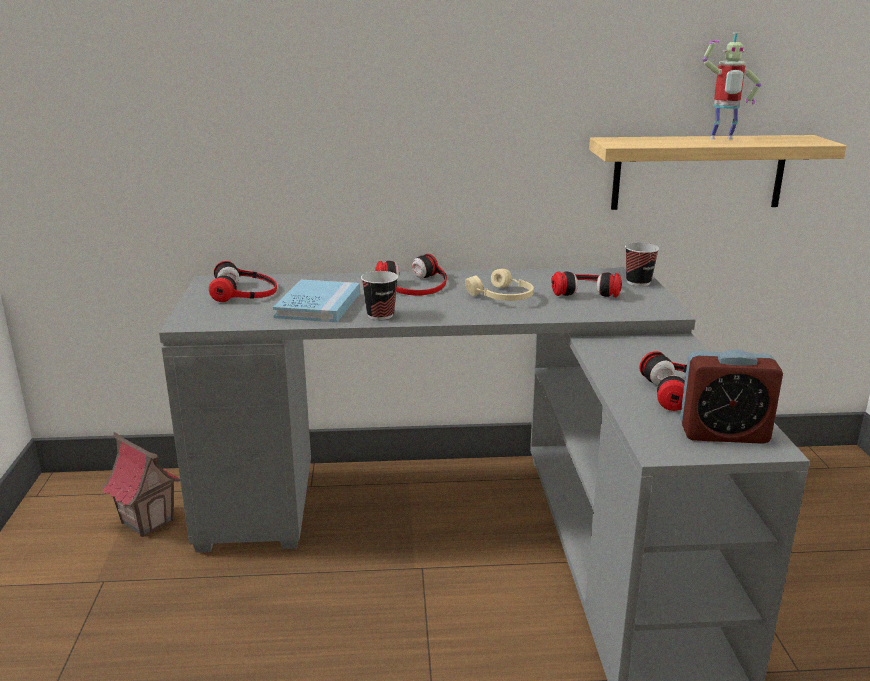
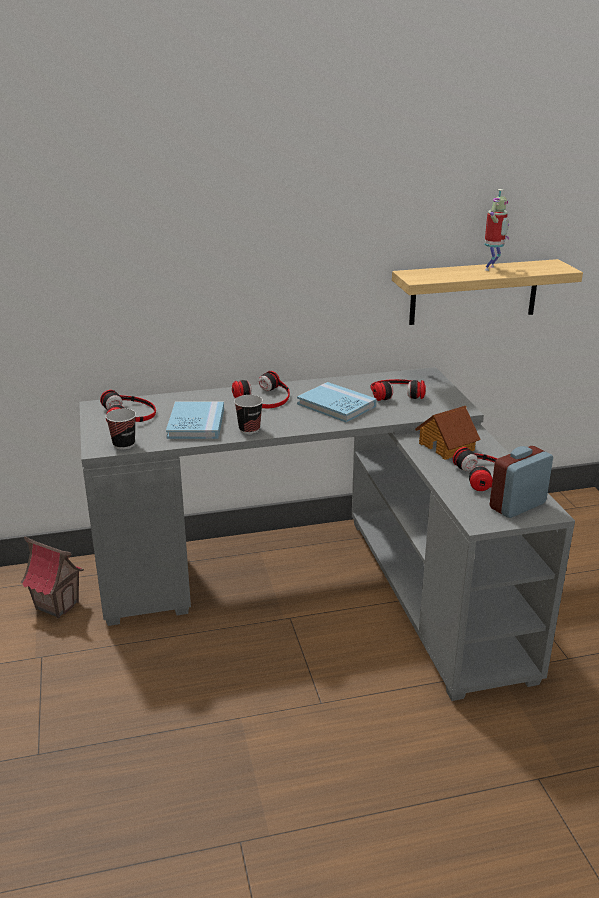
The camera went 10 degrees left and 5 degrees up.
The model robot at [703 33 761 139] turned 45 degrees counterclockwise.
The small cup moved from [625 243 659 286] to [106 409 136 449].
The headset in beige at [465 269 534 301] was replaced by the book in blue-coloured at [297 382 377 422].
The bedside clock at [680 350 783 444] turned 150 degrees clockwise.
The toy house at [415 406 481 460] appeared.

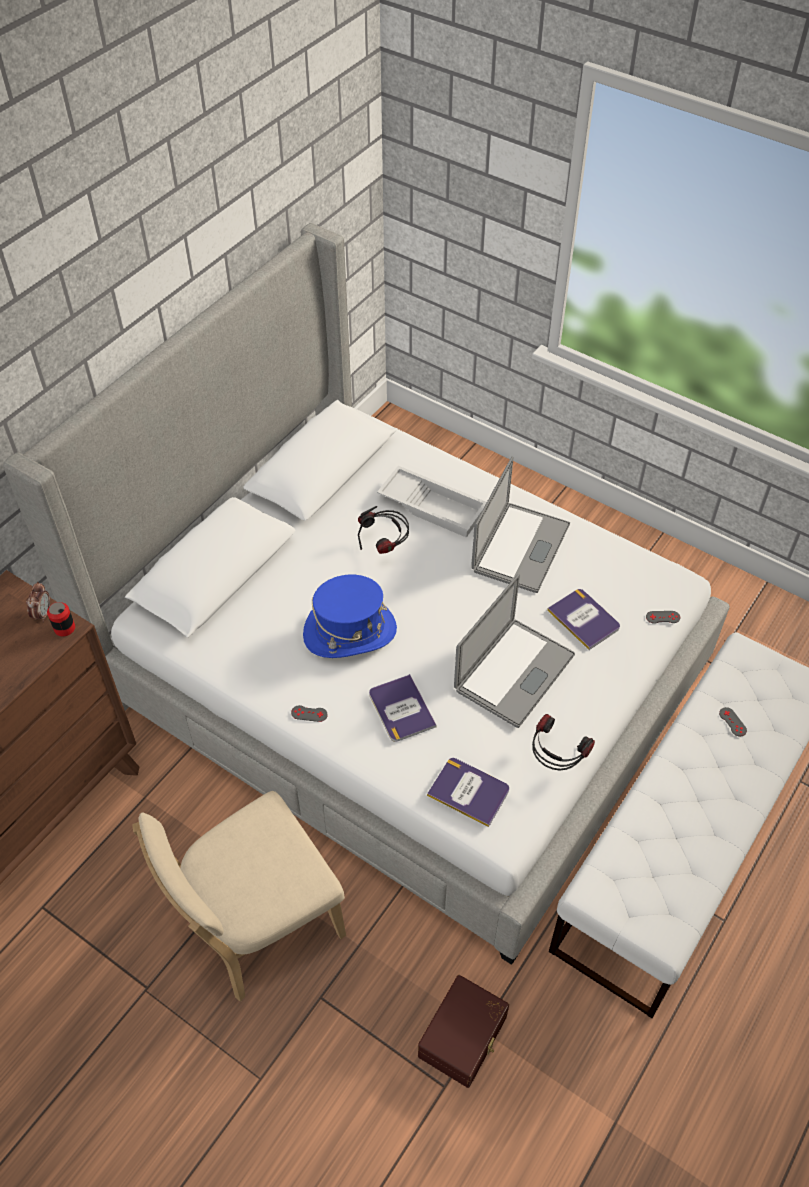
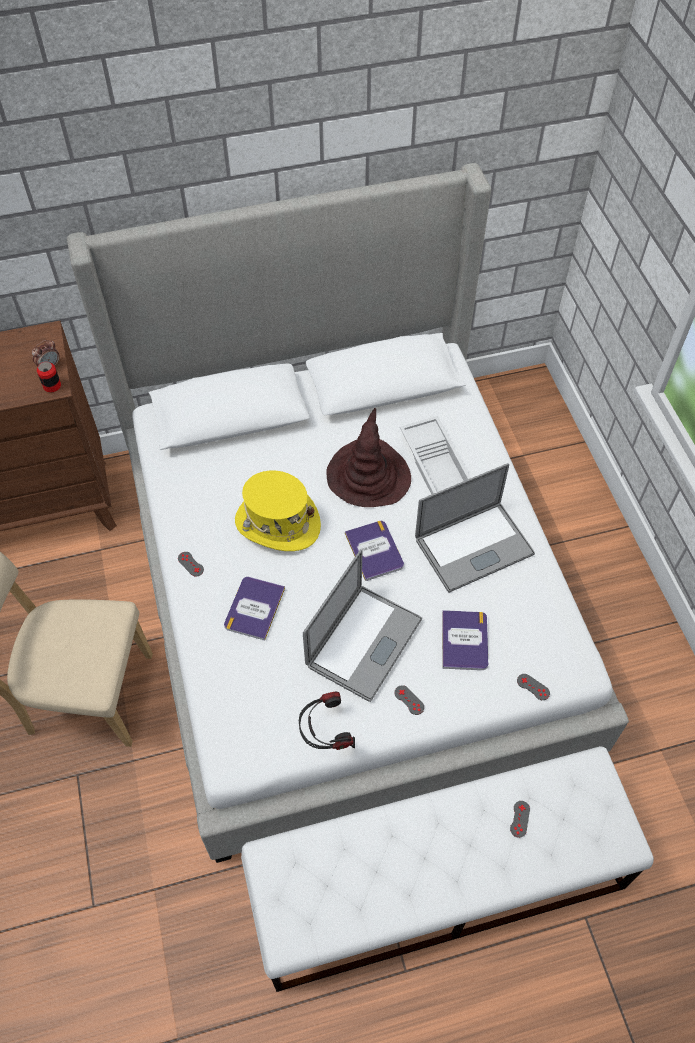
The camera went 40 degrees right and 5 degrees up.
The headset at [358 506 409 554] was replaced by the clothing hat in brown-coloured at [326 408 411 507].
The clothing hat in blue-coloured at [303 574 397 658] became the clothing hat in yellowish at [235 471 321 551].
The portable computer at [454 574 575 728] turned 45 degrees counterclockwise.
The book moved from [427 758 509 827] to [345 521 404 581].
The storage bin in brown-coloured at [418 975 509 1088] disappeared.
The game controller in gray at [394 685 424 715] appeared.

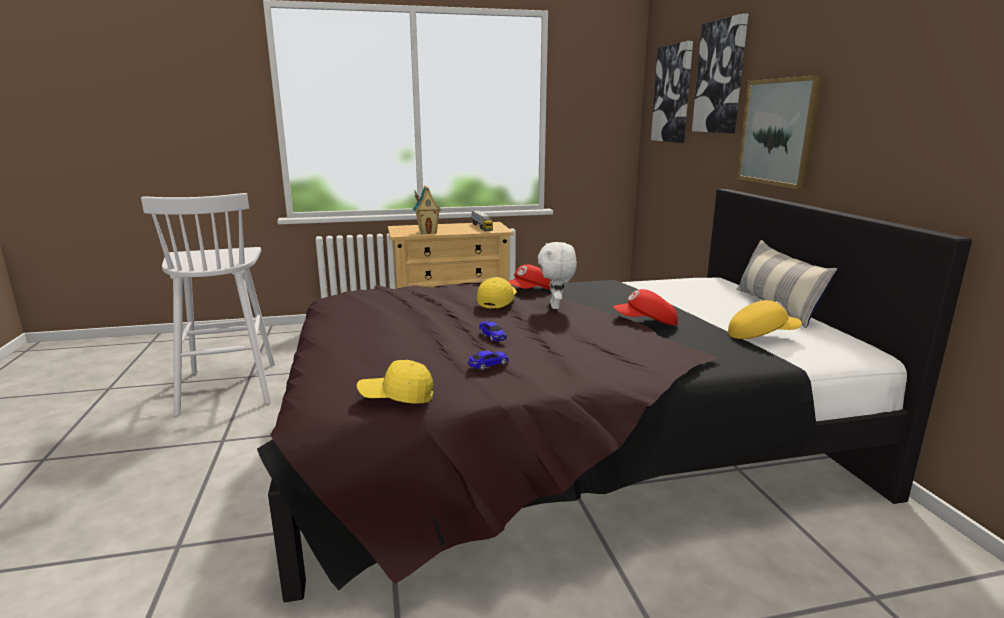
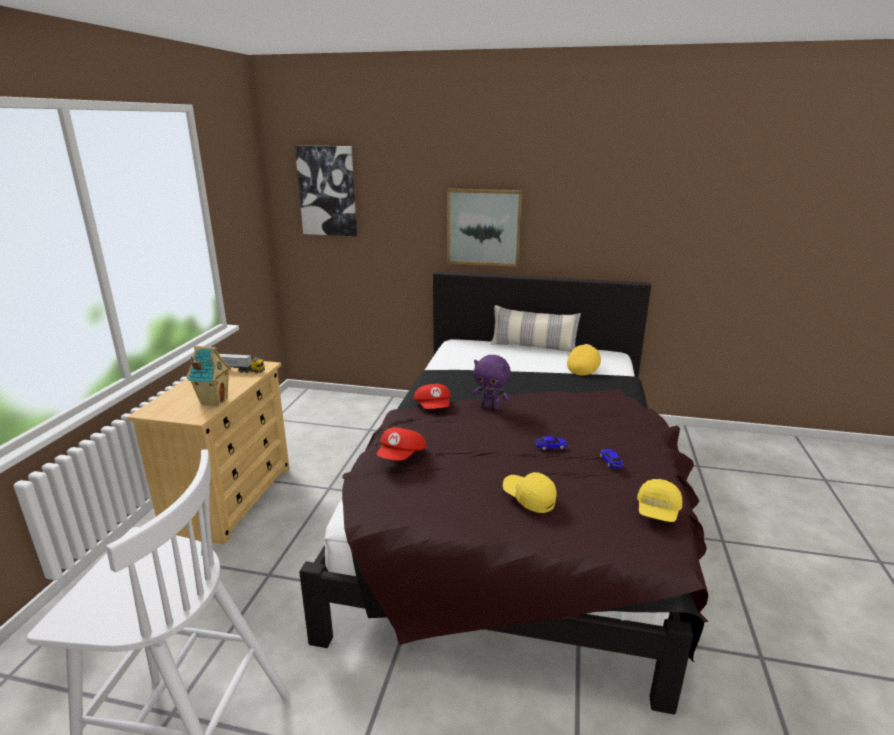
The camera went 65 degrees left and 5 degrees up.
The wall picture at [692 13 748 133] disappeared.
The cuddly toy in whitish at [538 242 577 309] became the cuddly toy in purple at [473 355 510 410].
The baseball cap in yellowish moved from [477 277 517 309] to [503 472 557 513].
The baseball cap in reddish moved from [614 289 678 326] to [377 427 426 461].

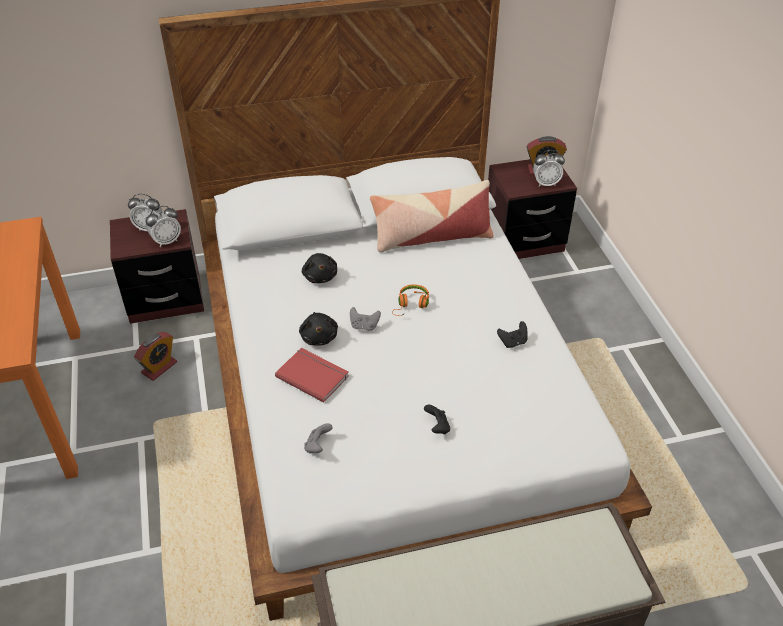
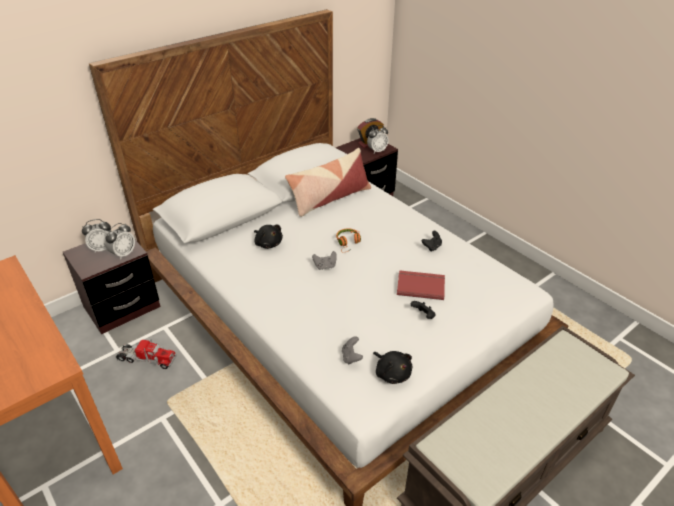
The camera went 25 degrees left and 5 degrees down.
The cuddly toy in blackish moved from [299 312 338 346] to [373 351 412 384].
The bedside clock at [134 332 177 381] was replaced by the toy lorry at [116 338 177 369].
The book in reddish moved from [275 348 349 403] to [397 270 445 300].

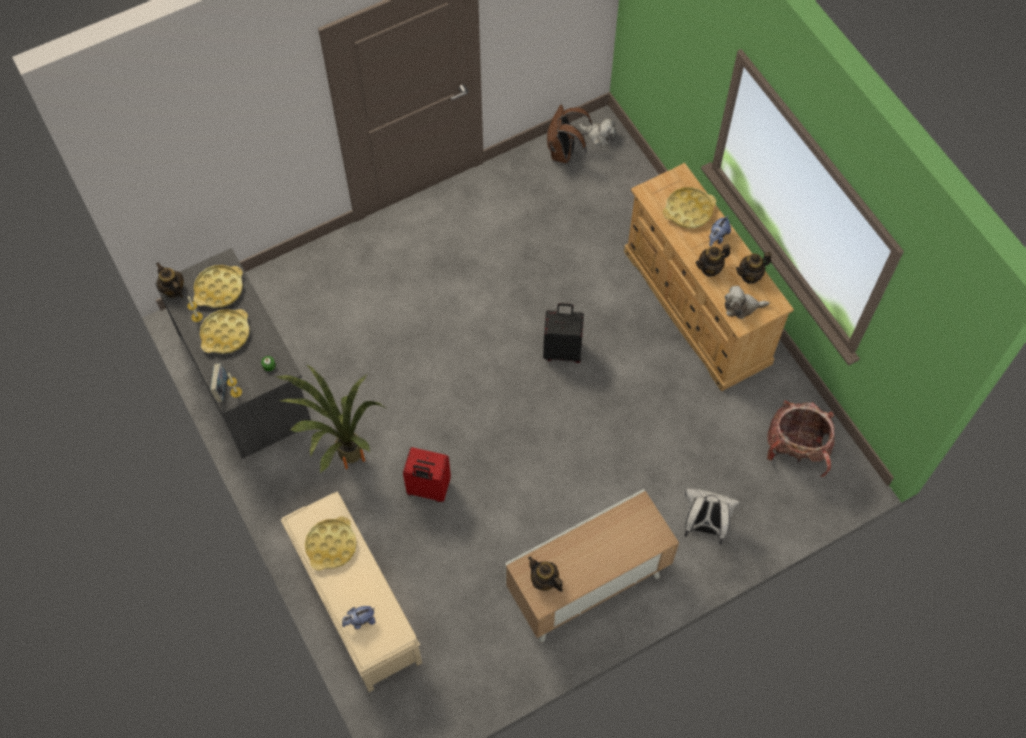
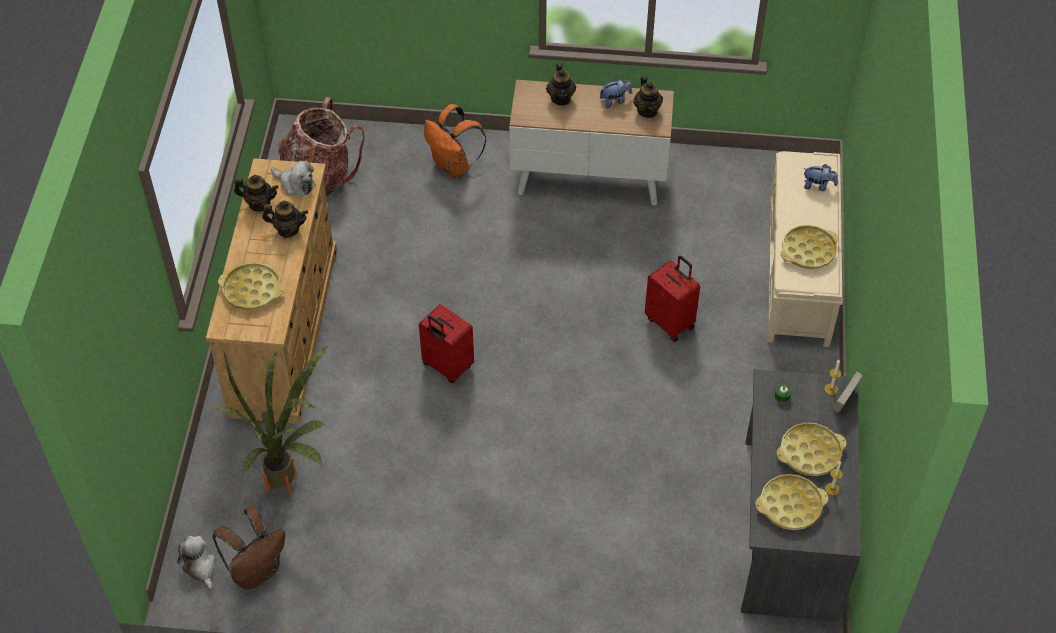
The camera went 145 degrees left and 10 degrees down.
The cuddly toy moved from [709 216 731 247] to [600 77 632 108].
The pot for tea moved from [156 262 184 298] to [546 63 576 105].
The suitcase in blackish at [543 303 584 363] became the suitcase in reddish at [419 304 474 383].
The houseplant moved from [276 364 386 473] to [213 346 328 495].
The knapsack in whitish at [685 489 740 544] became the knapsack in orange-coloured at [424 104 486 178].

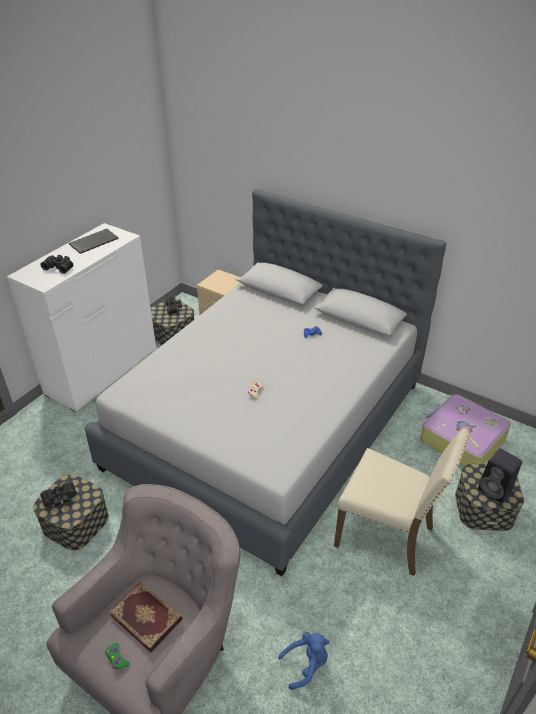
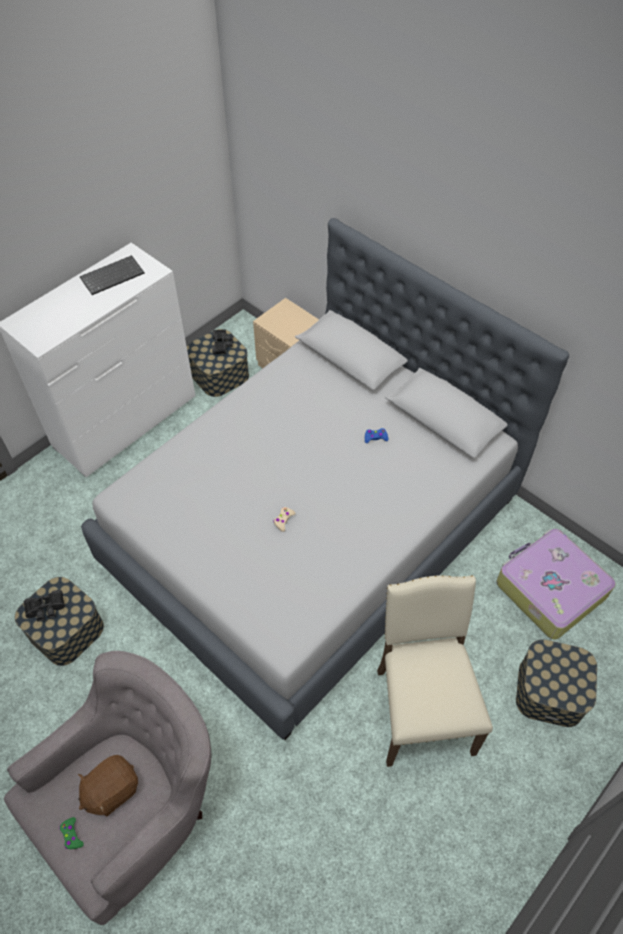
The camera went 10 degrees right and 15 degrees up.
The pair of binoculars in blackish at [40 255 73 274] disappeared.
The upright chair in beige at [334 428 470 576] turned 135 degrees counterclockwise.
The loudspeaker in blackish at [478 449 522 503] disappeared.
The book at [109 582 182 653] was replaced by the cuddly toy in brown-coloured at [78 755 138 817].
The cuddly toy in blue-coloured at [278 632 330 690] disappeared.

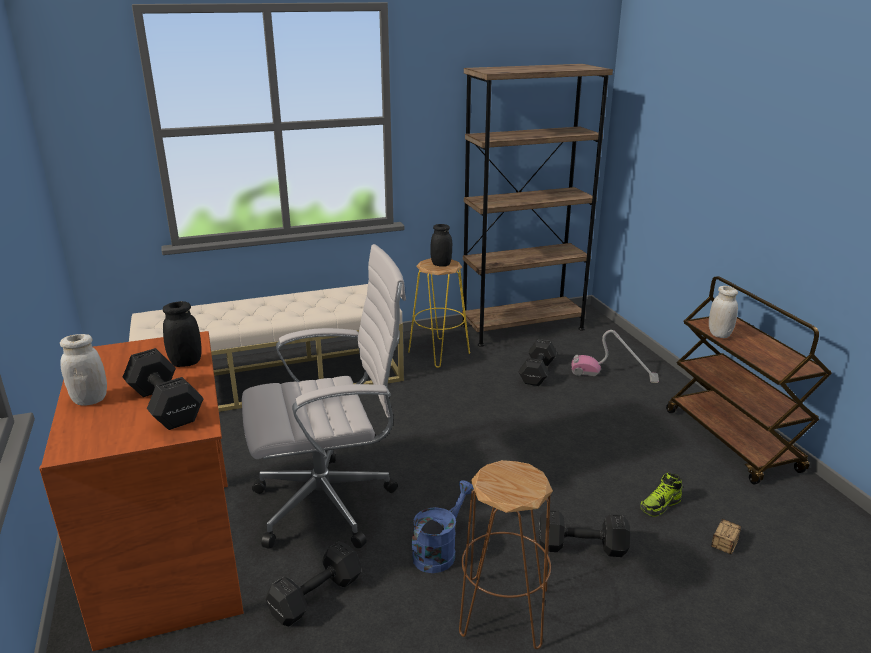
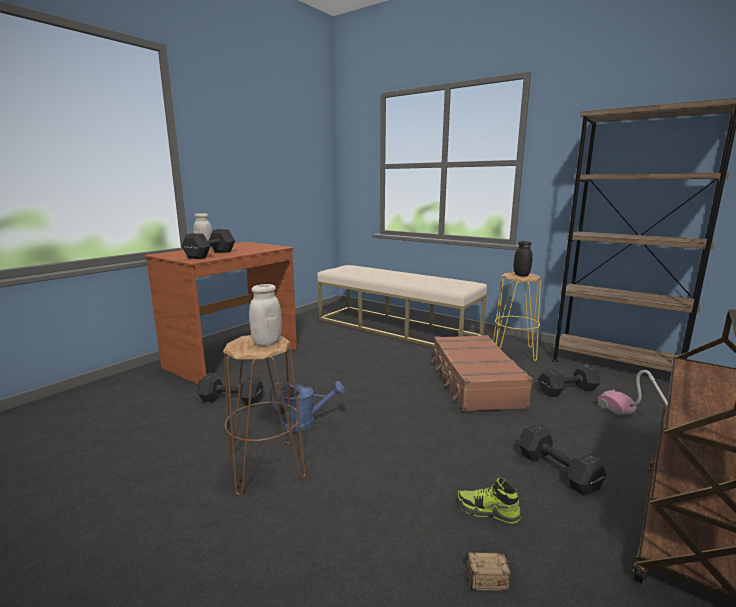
The camera went 55 degrees right and 10 degrees down.
The computer chair in whitish at [242 244 406 549] disappeared.
The preserve jar in whitish moved from [709 286 738 338] to [249 284 282 346].
The preserve jar in blackish at [163 301 202 367] disappeared.
The free weight in blackish moved from [539 510 630 557] to [518 423 606 496].
The suitcase in brown-coloured at [431 335 533 411] appeared.

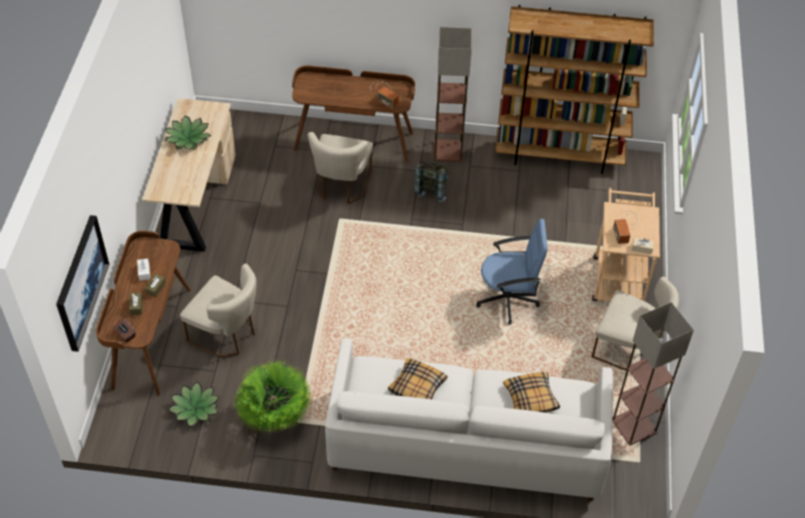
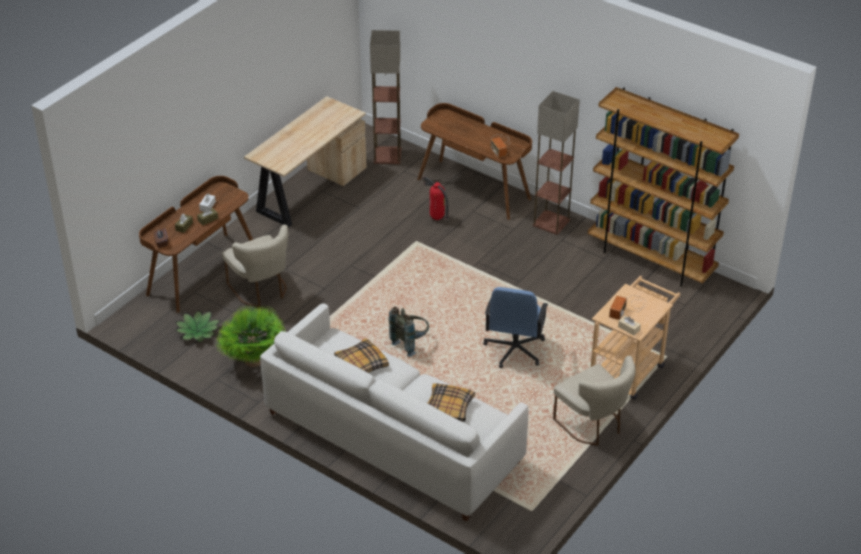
The camera went 30 degrees right and 10 degrees down.
The houseplant at [165 115 211 150] disappeared.
The upright chair in beige at [308 132 373 204] was replaced by the fire-fighting cylinder at [423 177 449 220].
The knapsack in gray moved from [415 160 449 202] to [389 306 429 357].
The wall picture at [56 215 109 352] disappeared.
The computer chair in blue-coloured at [476 219 548 325] turned 75 degrees clockwise.
The floor lamp moved from [613 302 694 445] to [370 30 401 164].

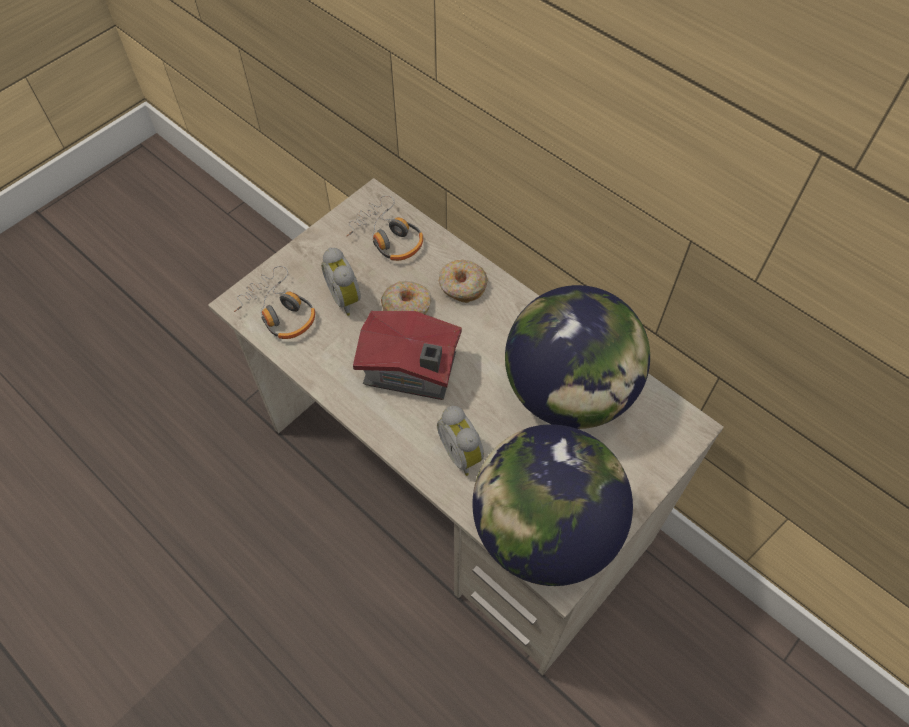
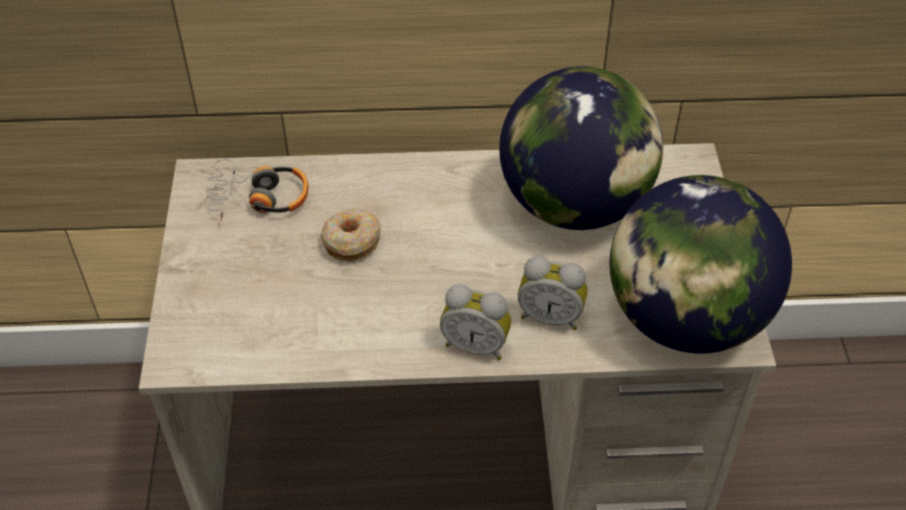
The camera went 45 degrees left and 10 degrees down.
The bedside clock moved from [321 248 361 316] to [440 284 512 360].
The ring doughnut at [439 260 488 303] disappeared.
The headset at [234 266 315 339] disappeared.
The toy house at [353 311 462 400] disappeared.

